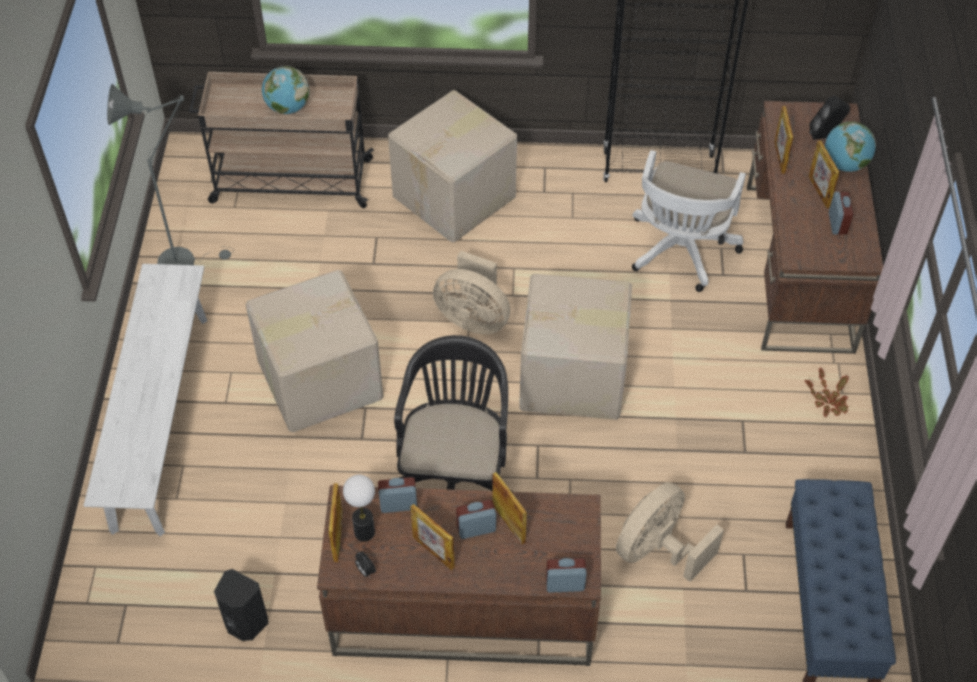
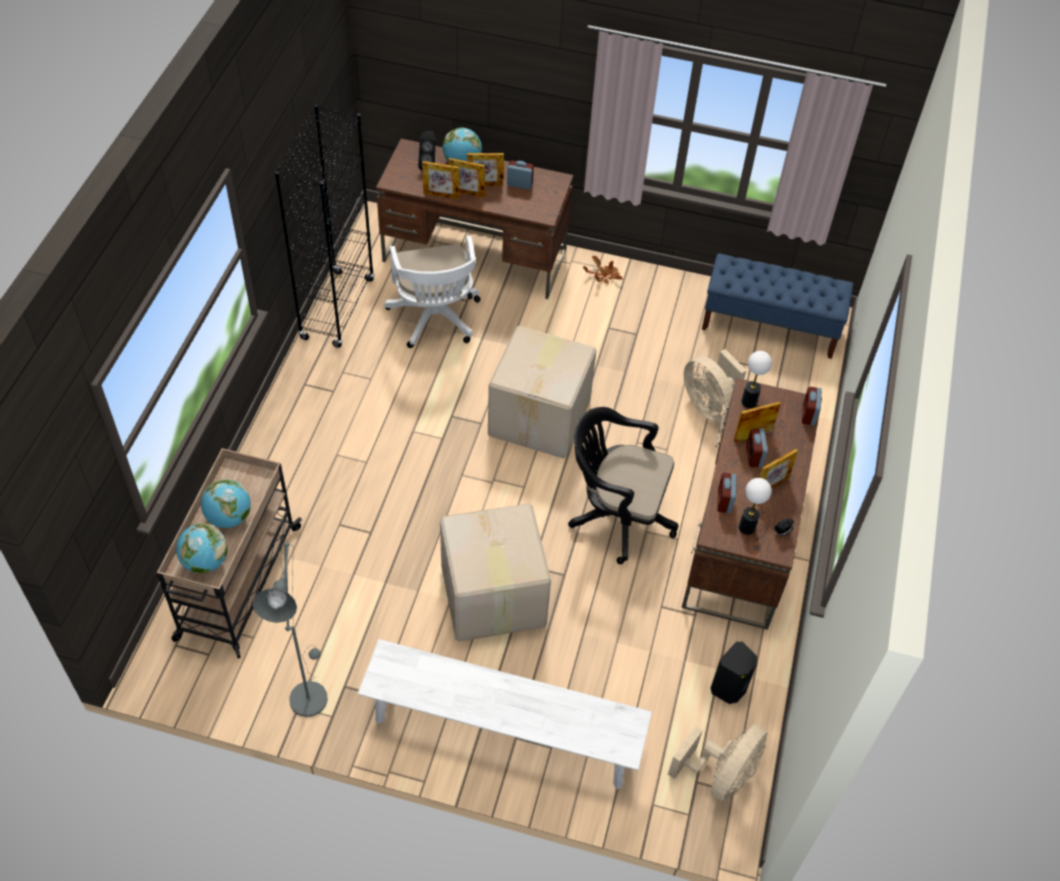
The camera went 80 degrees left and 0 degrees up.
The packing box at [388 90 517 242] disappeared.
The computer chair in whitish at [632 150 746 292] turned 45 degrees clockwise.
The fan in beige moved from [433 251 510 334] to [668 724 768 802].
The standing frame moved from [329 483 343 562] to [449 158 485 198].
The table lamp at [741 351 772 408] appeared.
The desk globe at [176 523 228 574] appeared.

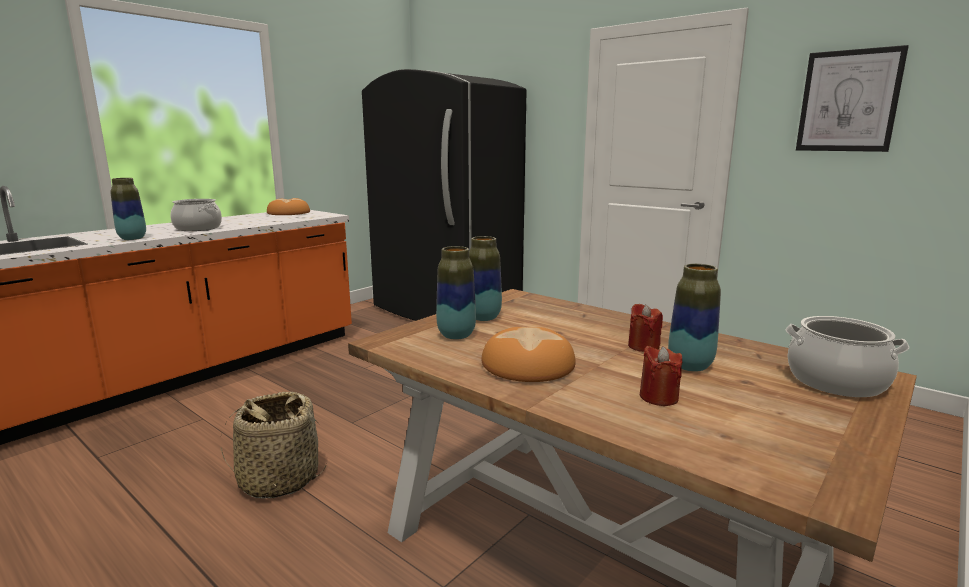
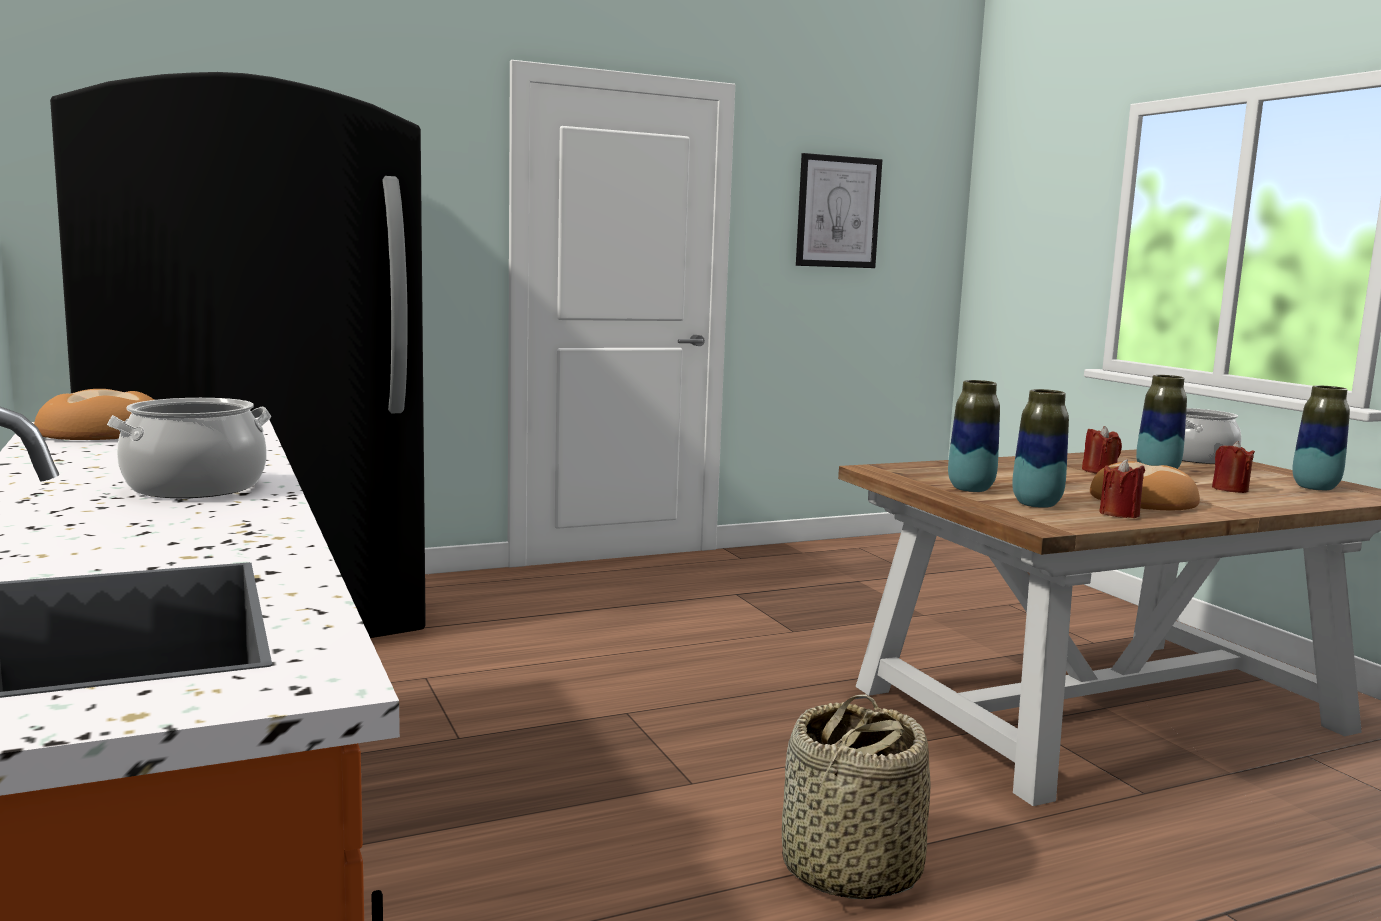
The camera went 65 degrees left and 5 degrees down.
The flower vase moved from [110 178 146 240] to [1292 385 1350 491].
The candle in reddish at [1099 459 1145 518] appeared.

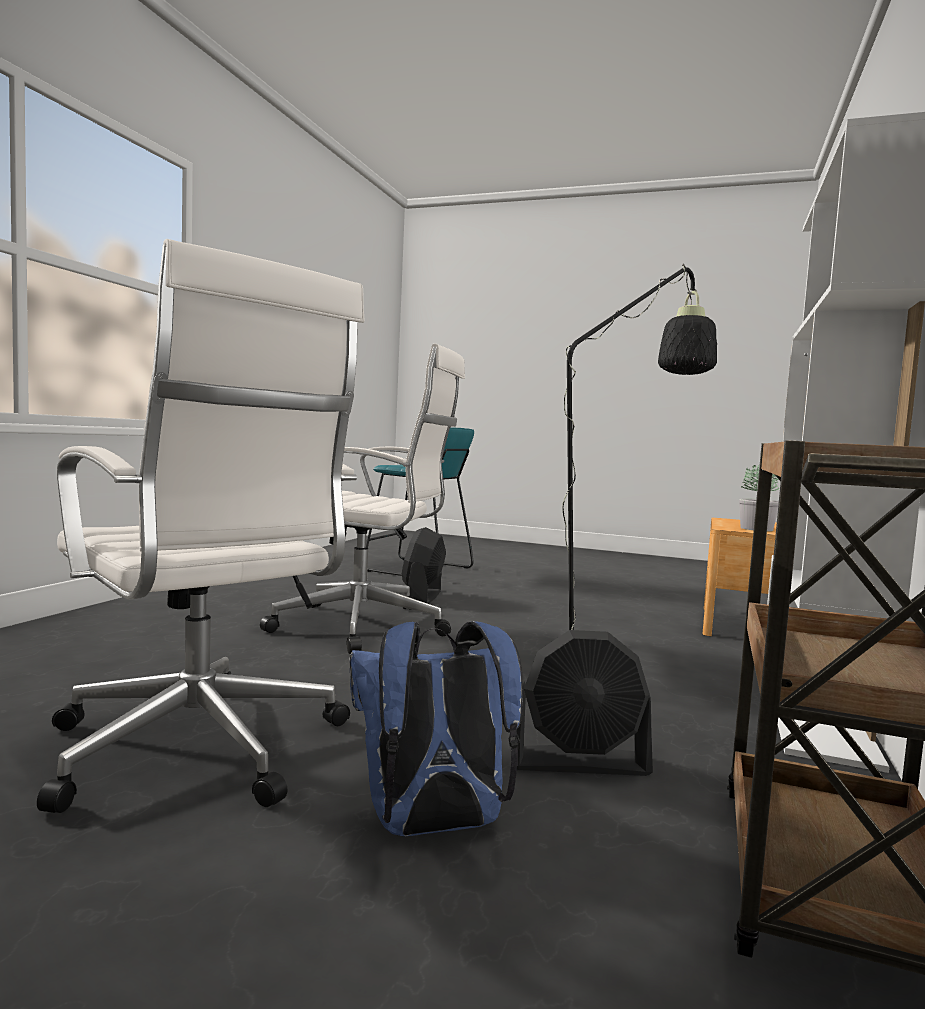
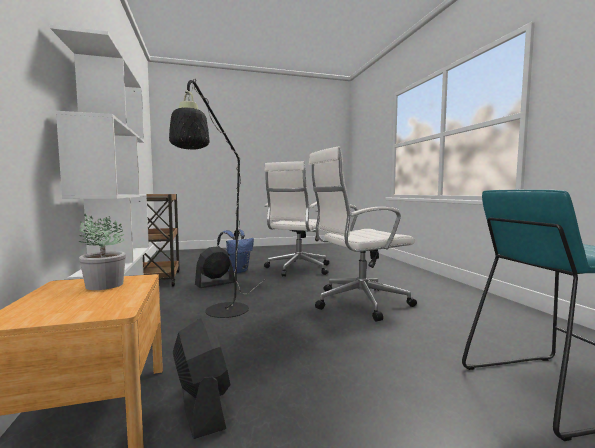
The camera went 145 degrees right and 0 degrees up.
The computer chair in whitish at [37 239 364 813] turned 75 degrees counterclockwise.
The fan in blackish moved from [402 527 446 604] to [173 318 230 439].

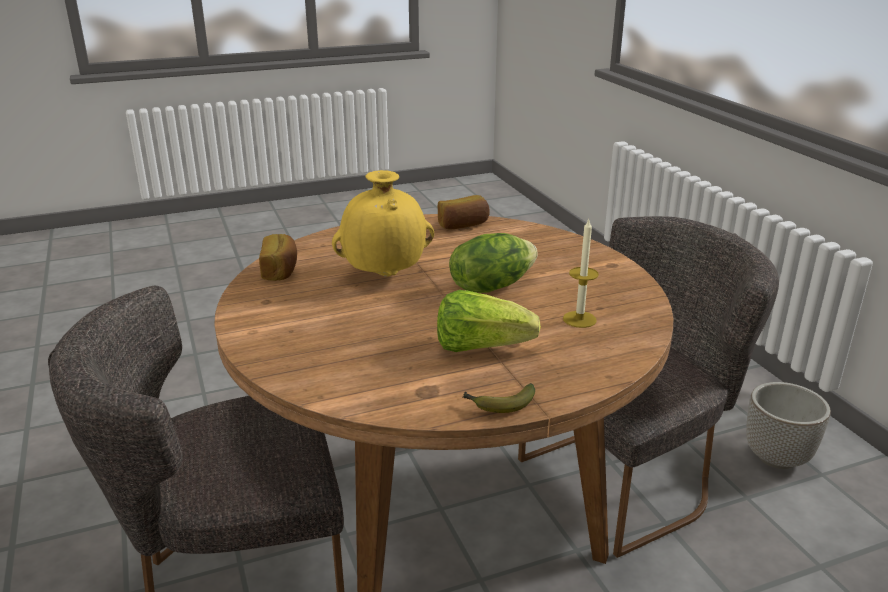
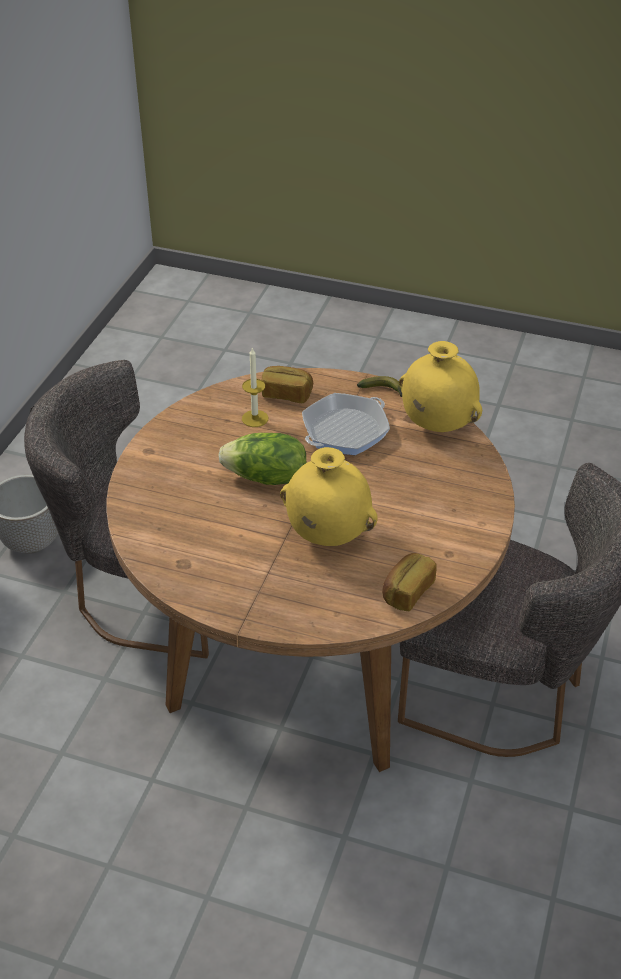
The camera went 140 degrees left and 15 degrees up.
The baked bread moved from [438 195 489 229] to [262 366 313 403].
The lettuce head at [437 290 541 352] was replaced by the frying pan at [302 393 390 455].
The flower vase in yellowish at [399 341 482 432] appeared.

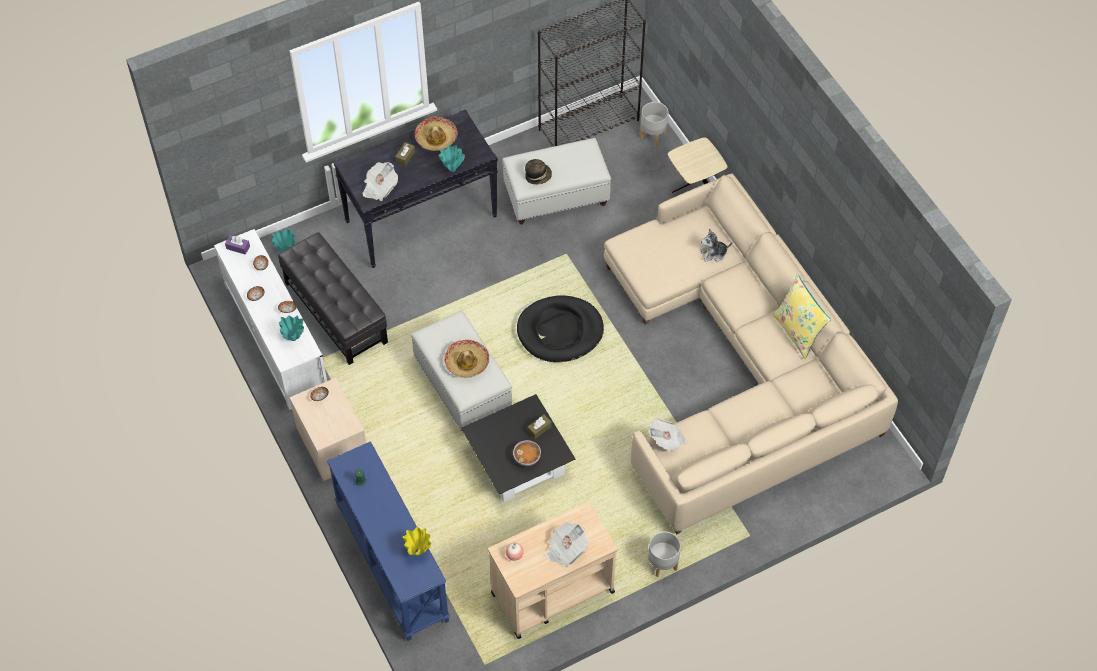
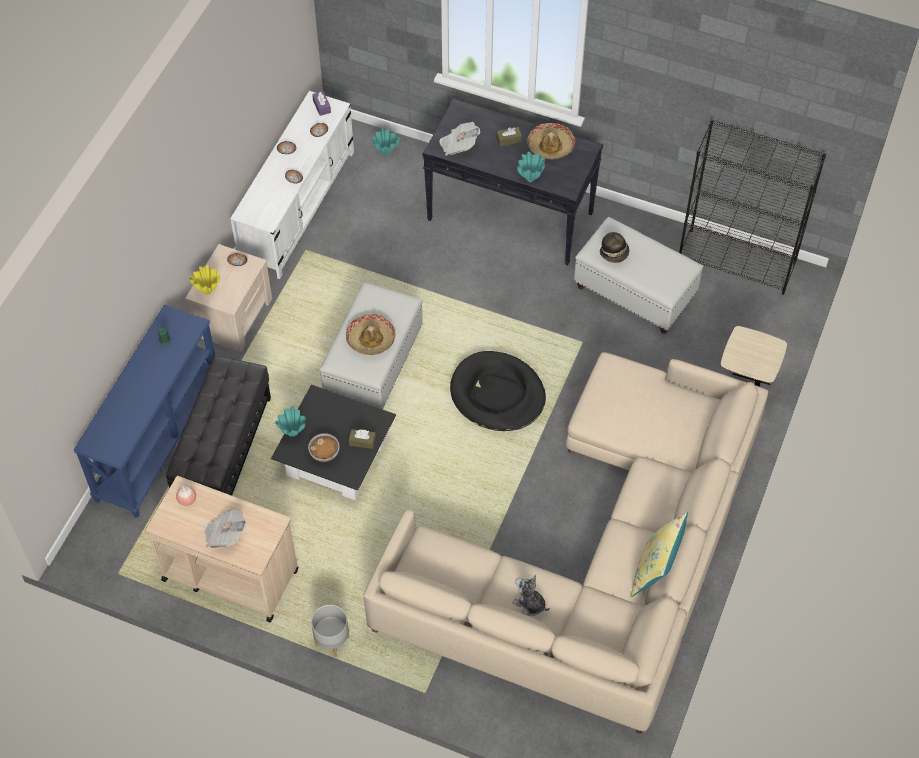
The camera went 50 degrees right and 0 degrees up.
The planter in gray at [640 102 669 146] disappeared.
The cuddly toy moved from [700 229 732 262] to [512 575 550 616].
The pouffe in blackish moved from [278 232 388 365] to [166 355 271 496].
The flower vase in turquoise-coloured moved from [279 315 304 341] to [275 406 306 436].
The daily paper at [648 418 688 451] disappeared.
The flower vase in yellowish moved from [403 527 431 555] to [189 265 220 295].

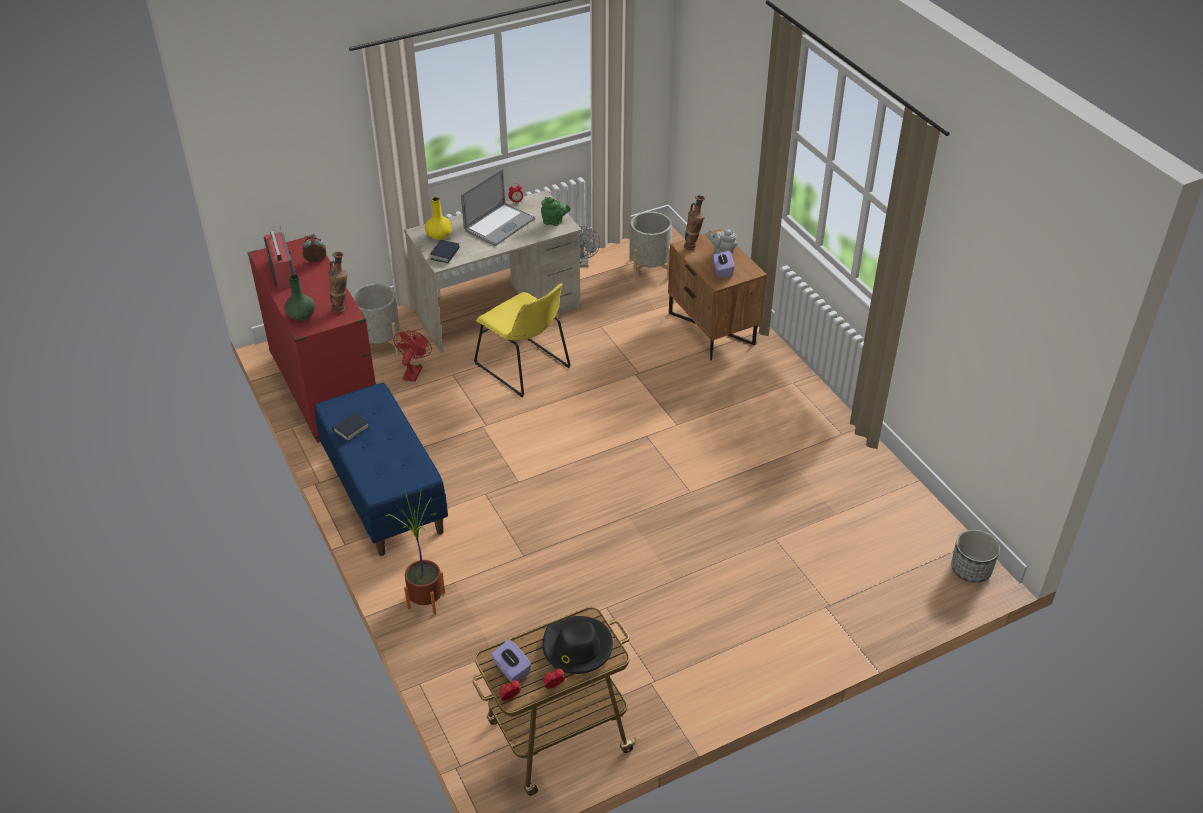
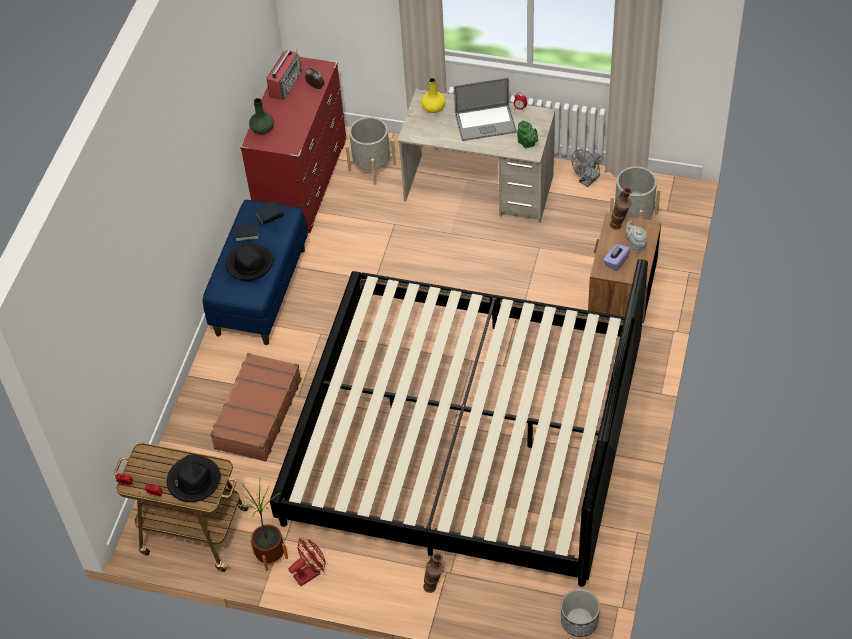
The camera went 45 degrees right and 10 degrees up.
The book moved from [430 240 460 263] to [255 201 284 225].
The flower vase moved from [328 251 348 313] to [423 552 444 593].
The upright chair in yellowish at [474 283 571 397] disappeared.
The fan in reddish moved from [393 331 432 382] to [289 538 326 586].
The houseplant moved from [386 491 445 615] to [239 483 288 571].
The tissue box in purple at [491 639 532 682] disappeared.
The clothing hat in blackish at [225 243 275 281] appeared.
The bed at [270 259 648 587] appeared.
The suitcase in brown-coloured at [210 353 302 462] appeared.

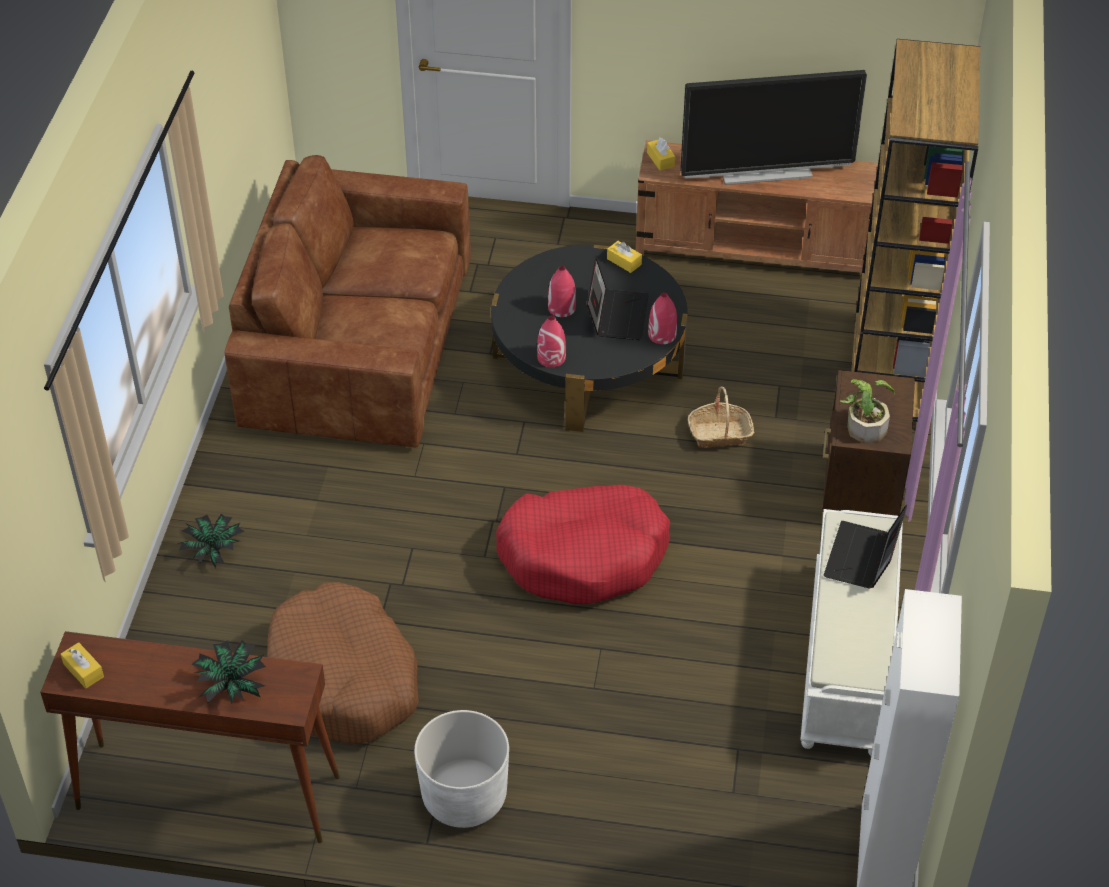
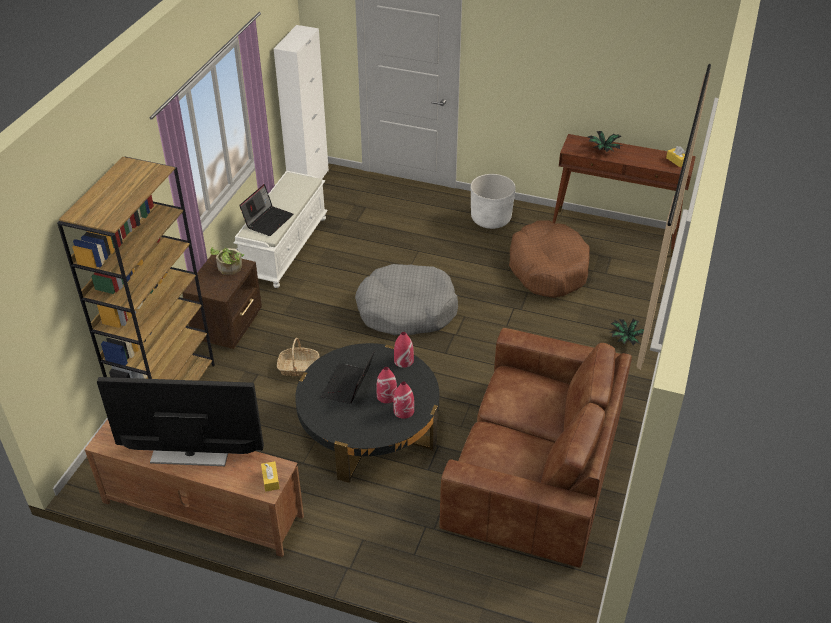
The camera went 170 degrees left and 5 degrees down.
The tissue box in yellowish at [607 241 642 273] disappeared.
The flower vase in reddish moved from [648 293 677 344] to [393 382 414 419].
The dog bed in reddish at [496 485 670 604] became the dog bed in gray at [355 264 458 335].

